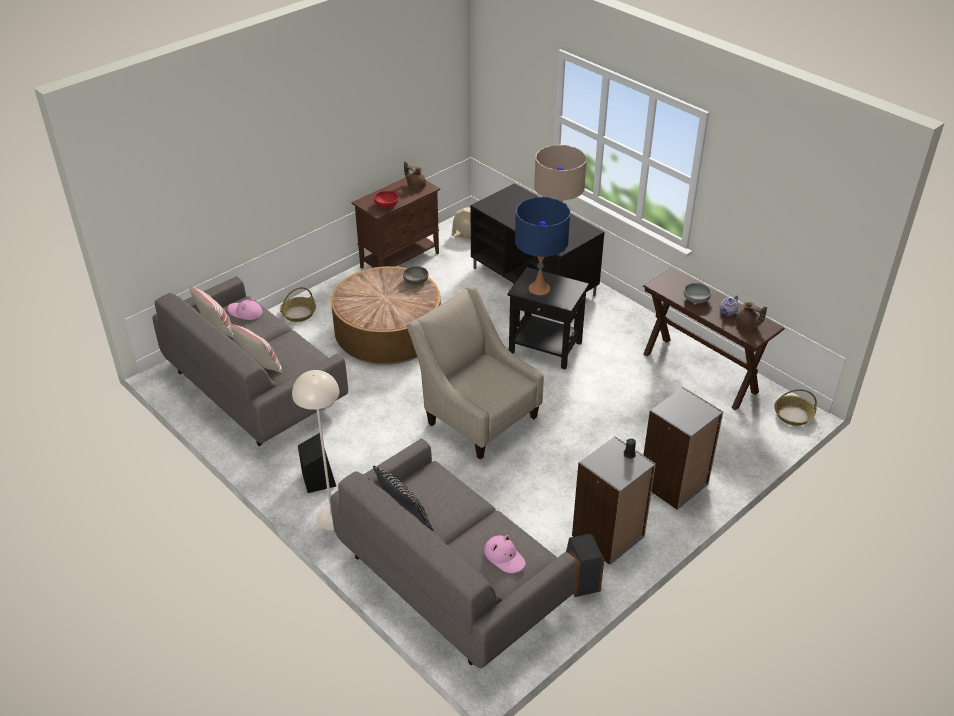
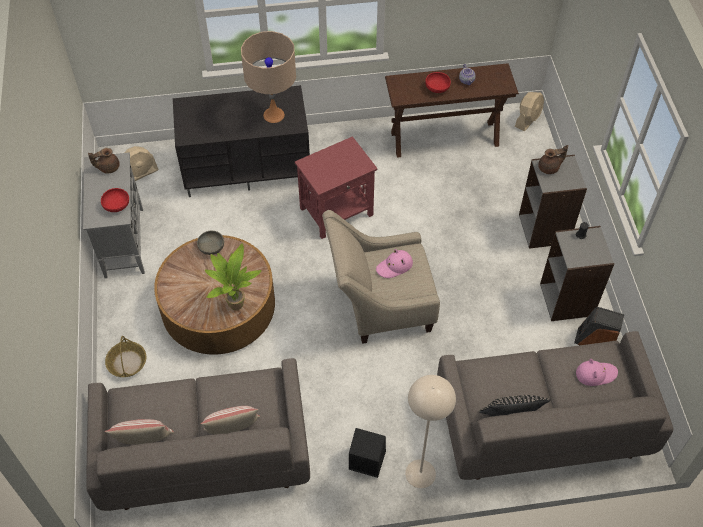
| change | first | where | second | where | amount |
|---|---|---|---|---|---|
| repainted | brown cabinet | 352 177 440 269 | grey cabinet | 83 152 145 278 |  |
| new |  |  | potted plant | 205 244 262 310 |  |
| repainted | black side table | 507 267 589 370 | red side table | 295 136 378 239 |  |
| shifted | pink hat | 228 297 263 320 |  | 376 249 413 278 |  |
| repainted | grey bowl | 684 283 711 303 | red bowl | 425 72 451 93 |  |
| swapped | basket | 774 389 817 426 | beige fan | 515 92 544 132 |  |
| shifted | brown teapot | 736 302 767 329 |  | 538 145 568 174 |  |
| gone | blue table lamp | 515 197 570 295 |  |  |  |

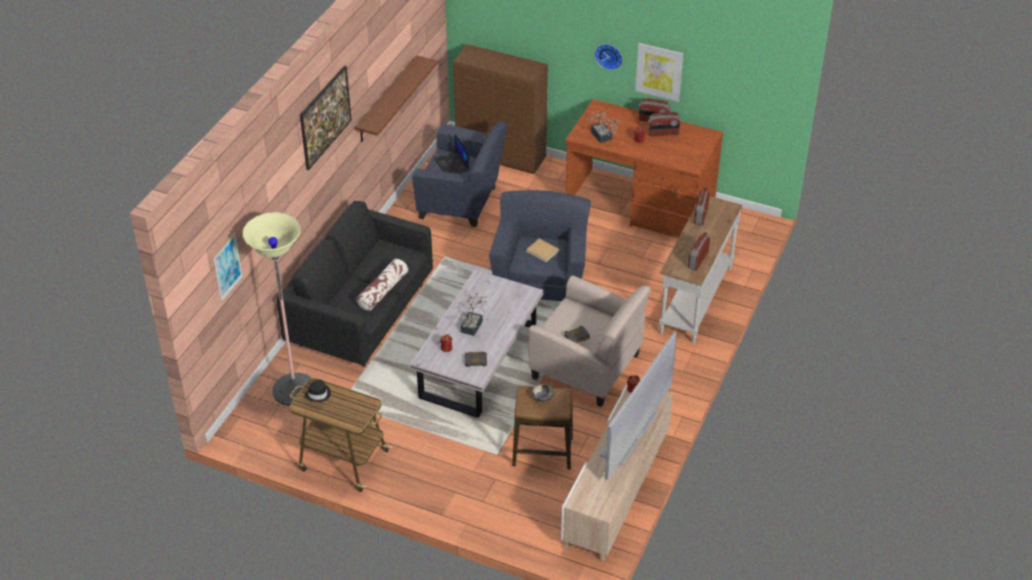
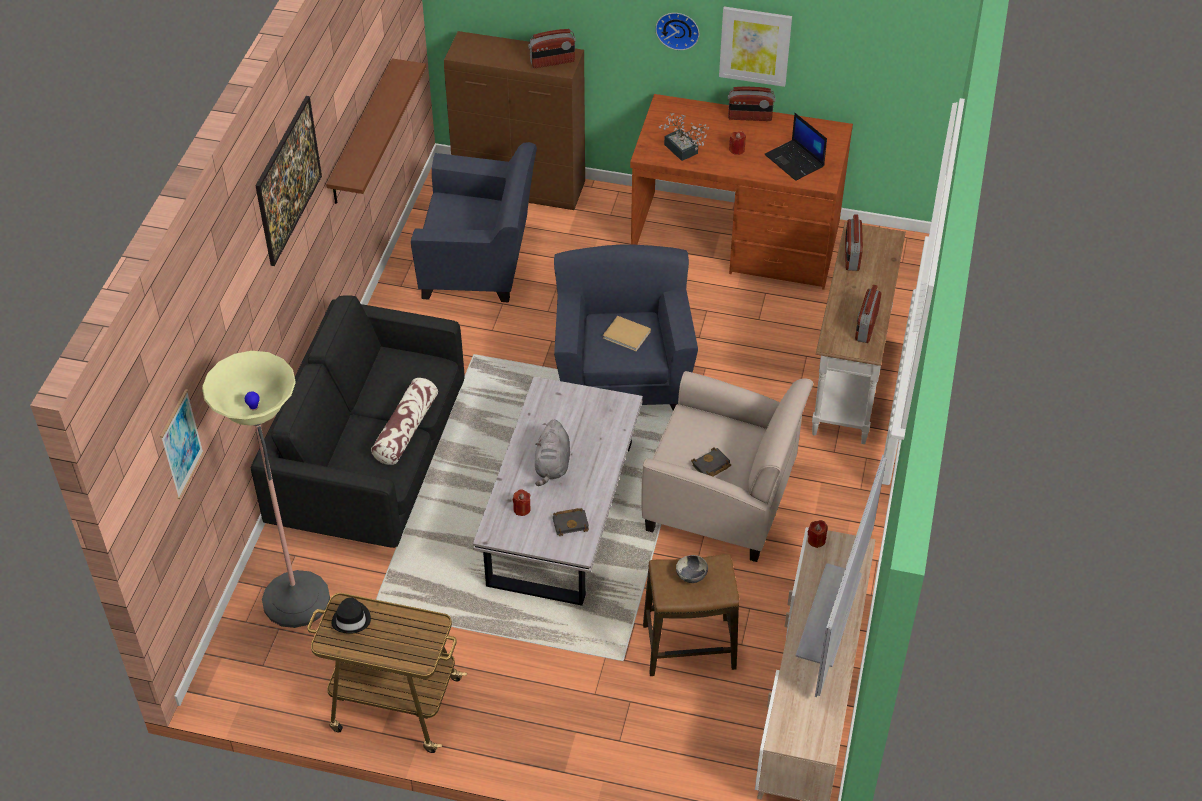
| change | first | where | second | where | amount |
|---|---|---|---|---|---|
| shifted | radio | 648 112 681 136 |  | 528 29 576 68 |  |
| swapped | potted plant | 459 293 487 336 | grey plush toy | 535 420 570 486 |  |
| shifted | laptop | 434 134 469 174 |  | 764 113 827 181 |  |

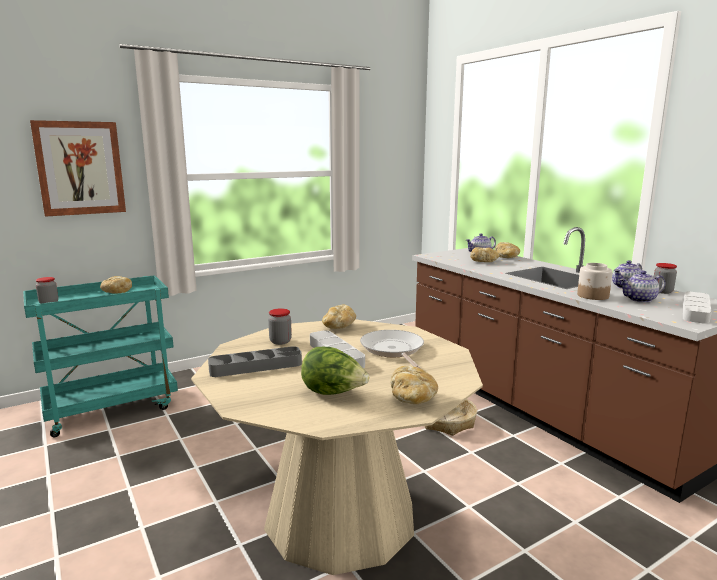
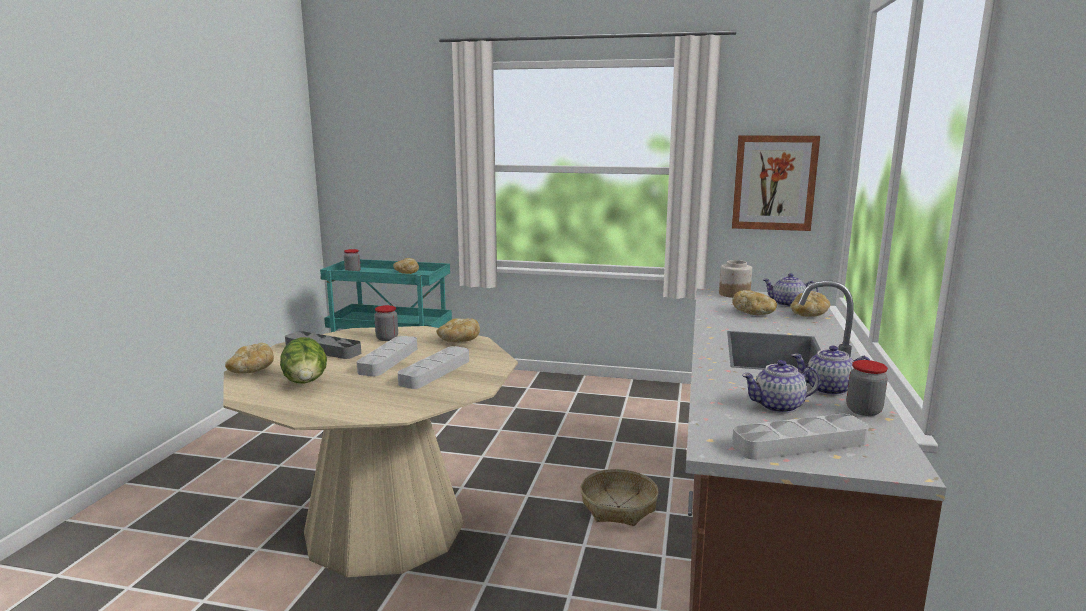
| change | first | where | second | where | amount |
|---|---|---|---|---|---|
| shifted | bread | 390 366 438 404 |  | 225 343 274 374 |  |
| swapped | frying pan | 360 330 424 369 | grey tray | 398 346 469 389 |  |
| shifted | jar | 577 263 613 300 |  | 719 260 752 298 |  |
| shifted | picture | 30 120 126 217 |  | 732 135 820 231 |  |
| rotated | teapot | 620 271 665 303 |  | 742 360 820 413 | 45 degrees counterclockwise |

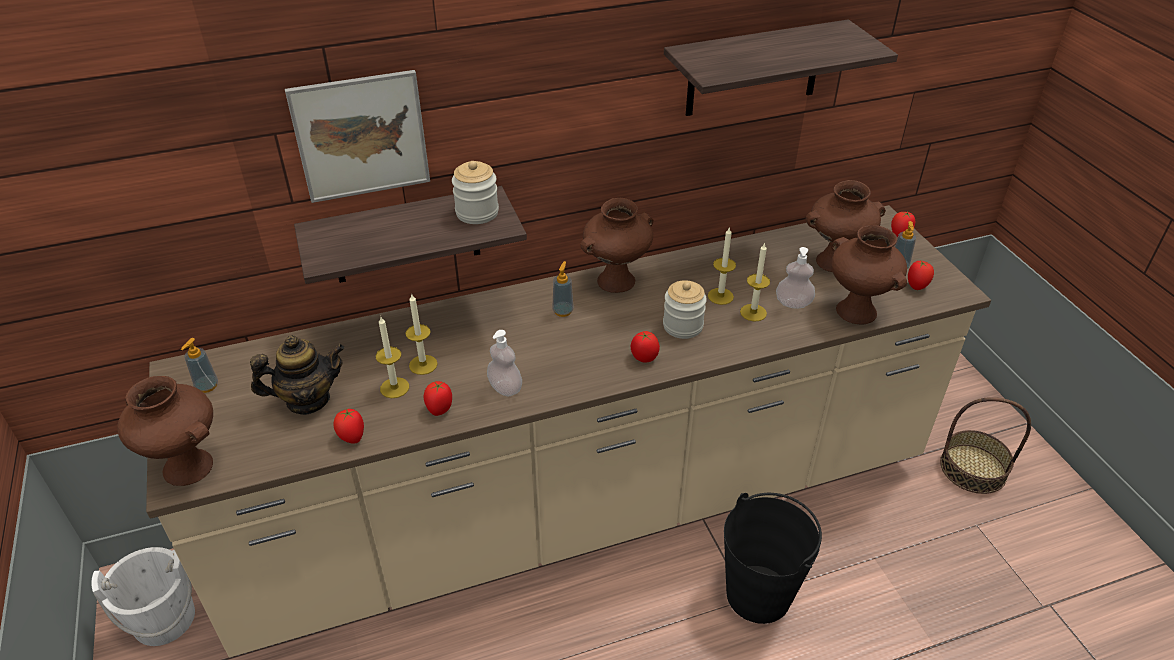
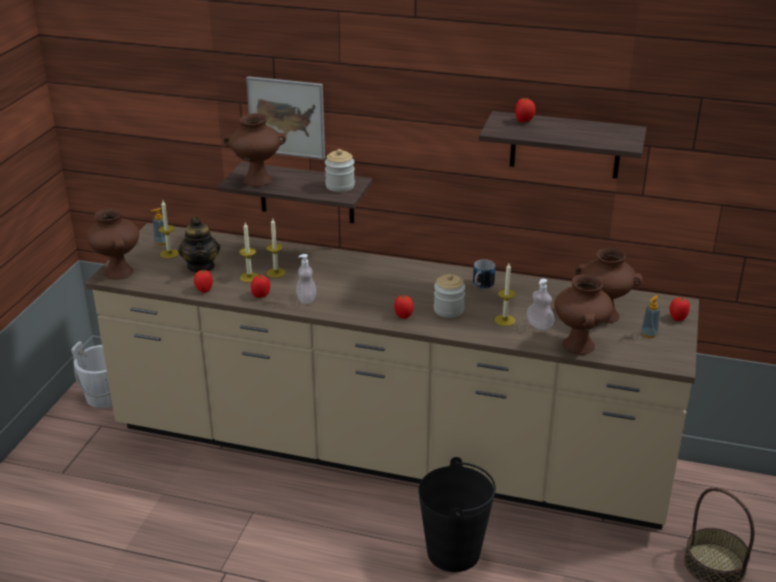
| change | first | where | second | where | amount |
|---|---|---|---|---|---|
| shifted | candle | 708 228 736 305 |  | 158 201 179 259 |  |
| rotated | teapot | 250 335 345 415 |  | 178 217 220 272 | 60 degrees clockwise |
| shifted | brown vase | 581 198 653 293 |  | 224 113 286 186 |  |
| new |  |  | mug | 473 259 495 289 |  |
| shifted | tomato | 908 261 934 290 |  | 515 98 536 122 |  |
| gone | soap dispenser | 552 261 574 317 |  |  |  |

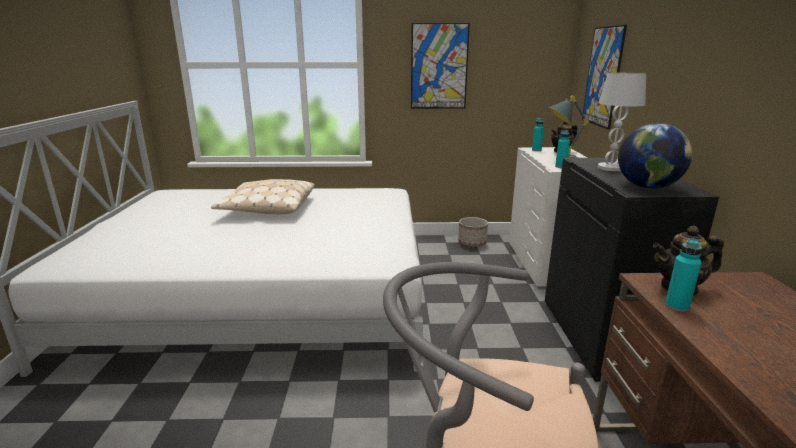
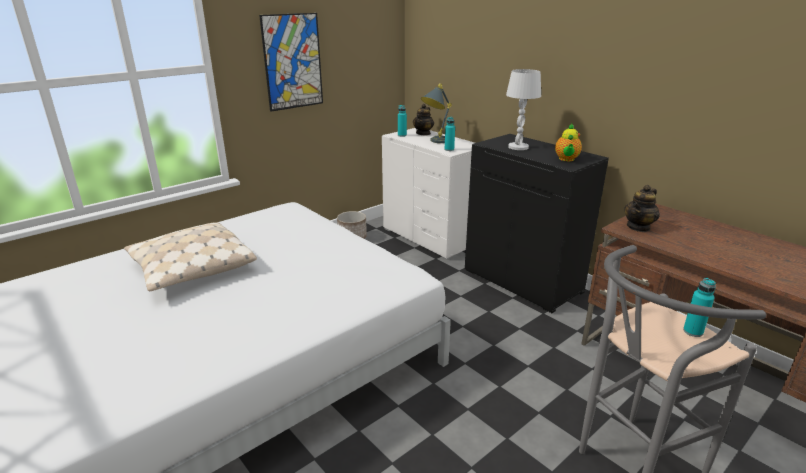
| change | first | where | second | where | amount |
|---|---|---|---|---|---|
| swapped | globe | 618 123 692 189 | teapot | 555 124 582 161 |  |
| shifted | turquoise bottle | 665 238 702 312 |  | 683 278 716 337 |  |
| gone | picture | 582 25 627 129 |  |  |  |

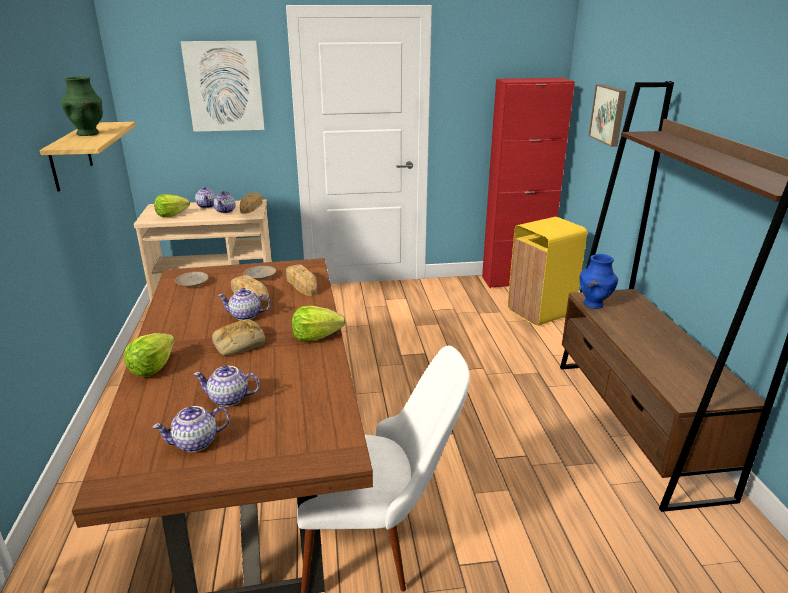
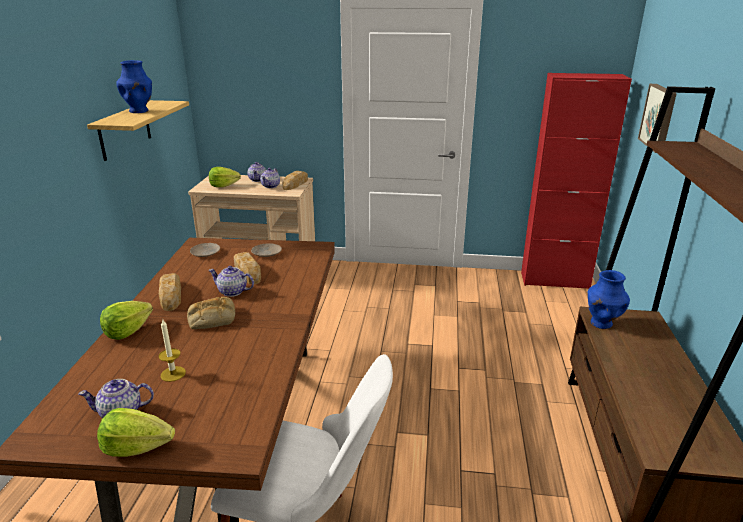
| change | first | where | second | where | amount |
|---|---|---|---|---|---|
| shifted | lettuce | 292 306 346 341 |  | 97 408 175 457 |  |
| repainted | green vase | 61 76 103 136 | blue vase | 117 60 152 113 |  |
| shifted | bread | 286 264 317 296 |  | 159 273 181 311 |  |
| swapped | teapot | 193 365 260 407 | candle | 159 318 186 382 |  |
| gone | picture | 181 41 265 132 |  |  |  |
| gone | yellow trash can | 508 217 587 326 |  |  |  |

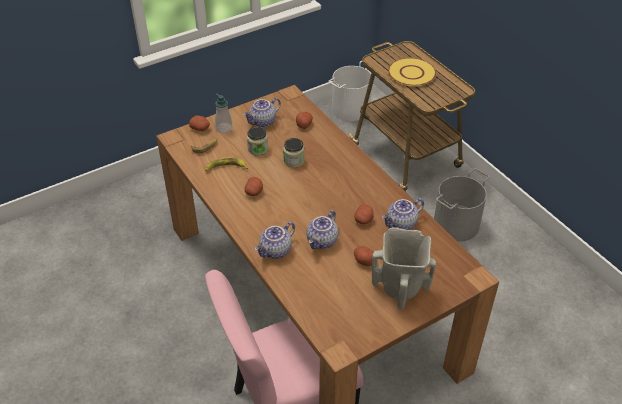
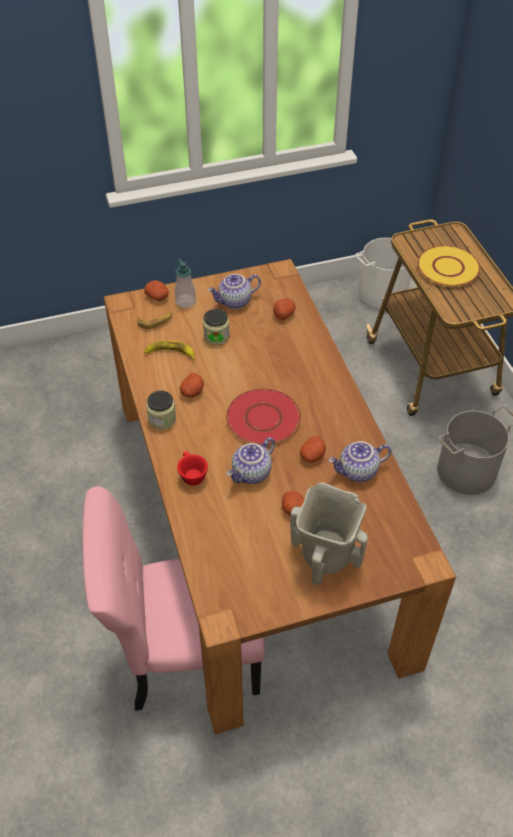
| change | first | where | second | where | amount |
|---|---|---|---|---|---|
| shifted | jar | 283 138 305 168 |  | 146 390 176 430 |  |
| swapped | teapot | 254 222 295 259 | red cup | 177 452 208 485 |  |
| new |  |  | red plate | 226 388 301 445 |  |

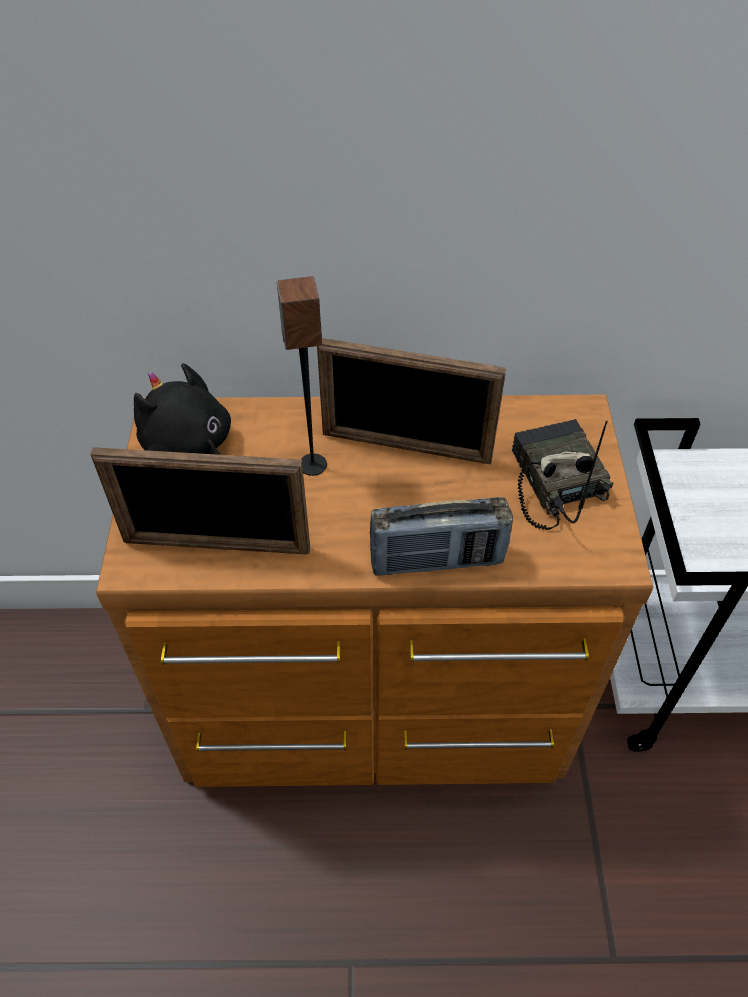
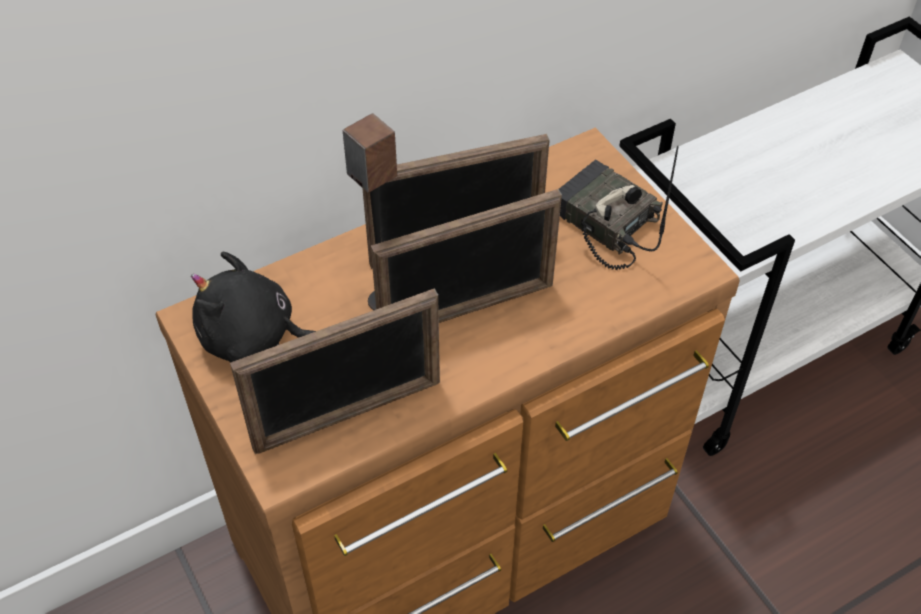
| change | first | where | second | where | amount |
|---|---|---|---|---|---|
| new |  |  | picture frame | 371 189 562 323 |  |
| gone | radio | 370 497 513 576 |  |  |  |

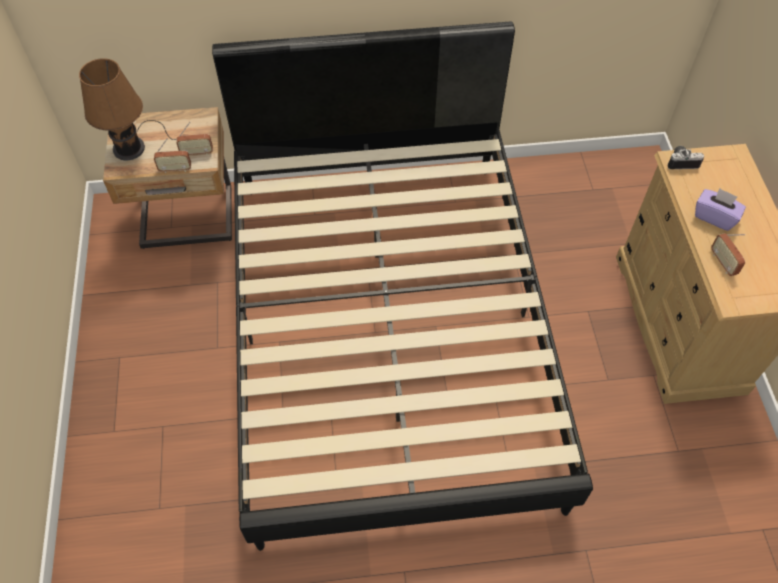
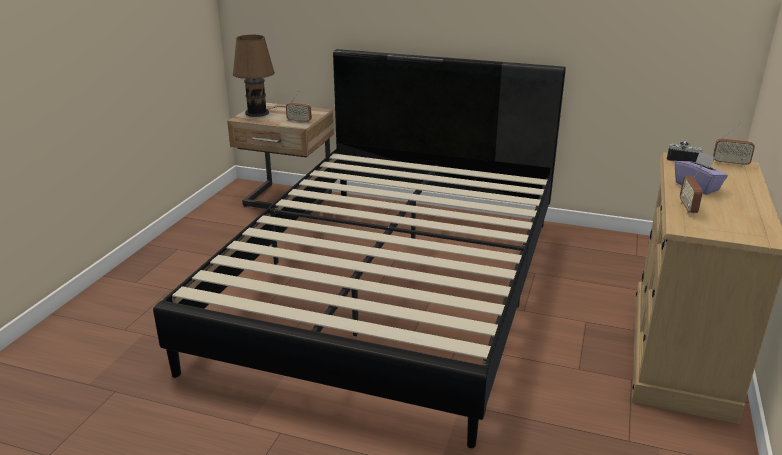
| change | first | where | second | where | amount |
|---|---|---|---|---|---|
| shifted | radio | 154 138 191 173 |  | 713 122 755 167 |  |

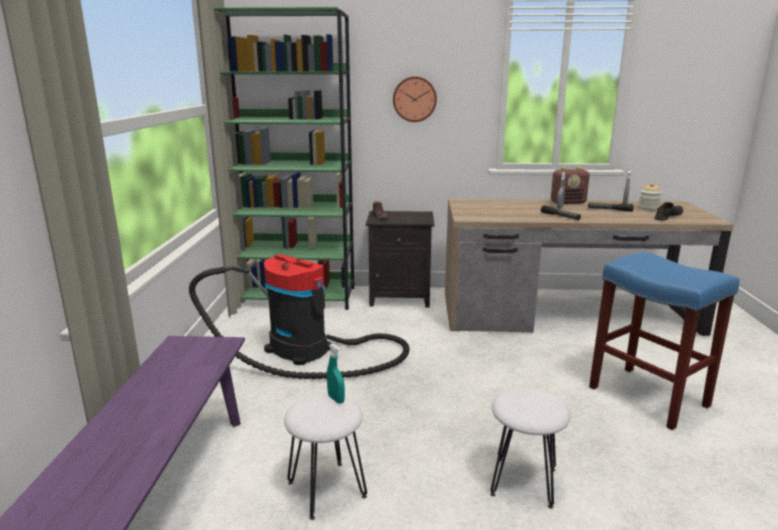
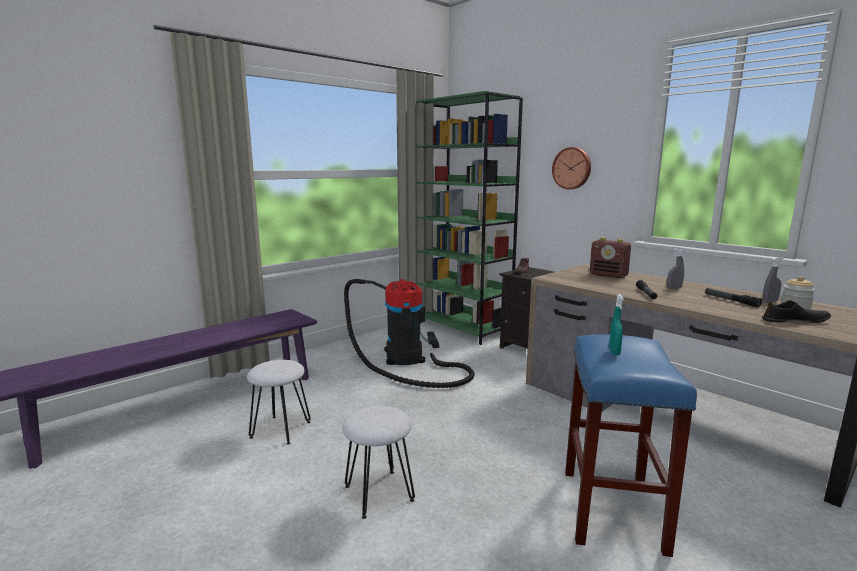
| change | first | where | second | where | amount |
|---|---|---|---|---|---|
| shifted | radio | 551 167 590 204 |  | 590 237 631 278 |  |
| shifted | turquoise spray bottle | 327 343 345 404 |  | 609 294 624 355 |  |

